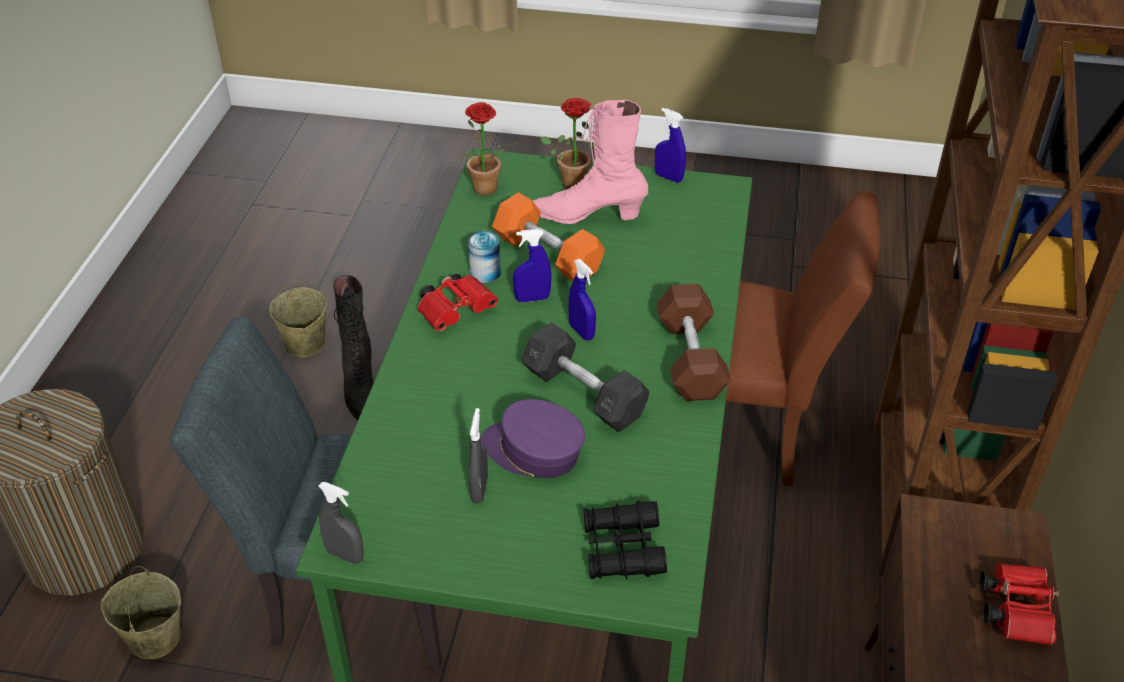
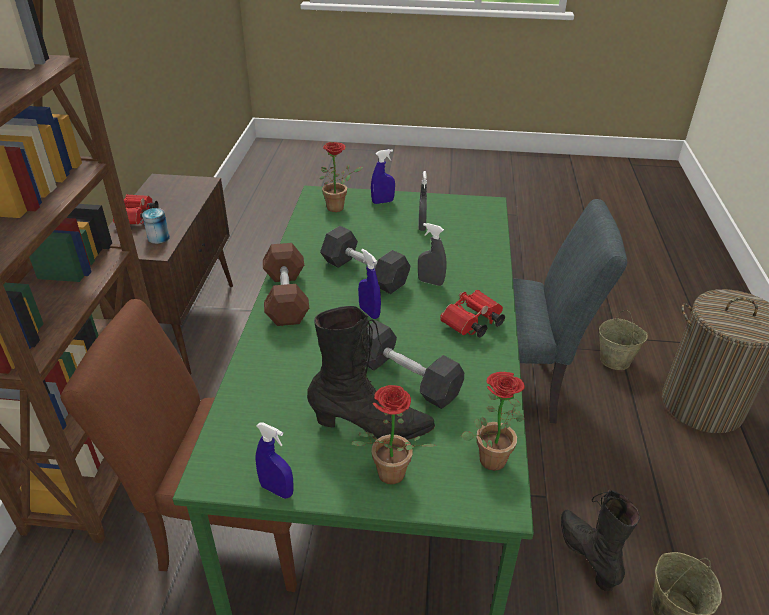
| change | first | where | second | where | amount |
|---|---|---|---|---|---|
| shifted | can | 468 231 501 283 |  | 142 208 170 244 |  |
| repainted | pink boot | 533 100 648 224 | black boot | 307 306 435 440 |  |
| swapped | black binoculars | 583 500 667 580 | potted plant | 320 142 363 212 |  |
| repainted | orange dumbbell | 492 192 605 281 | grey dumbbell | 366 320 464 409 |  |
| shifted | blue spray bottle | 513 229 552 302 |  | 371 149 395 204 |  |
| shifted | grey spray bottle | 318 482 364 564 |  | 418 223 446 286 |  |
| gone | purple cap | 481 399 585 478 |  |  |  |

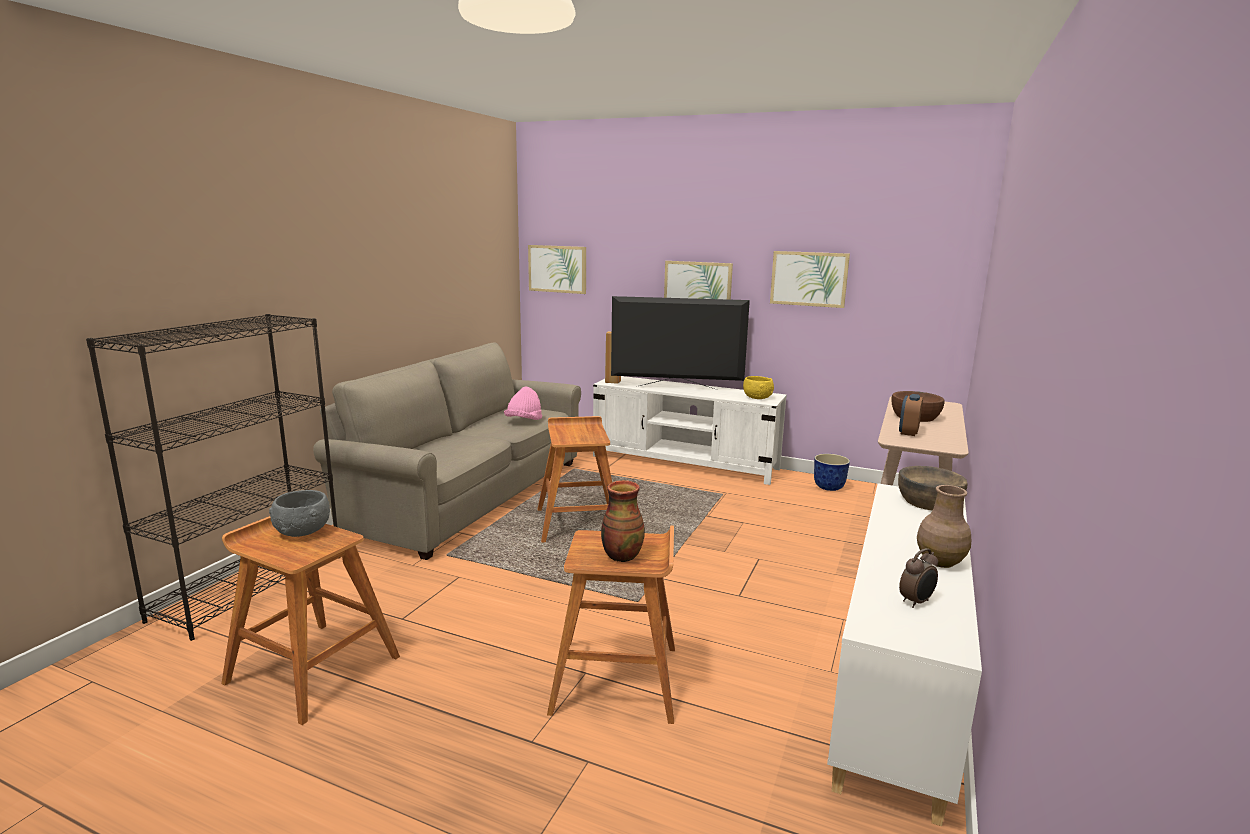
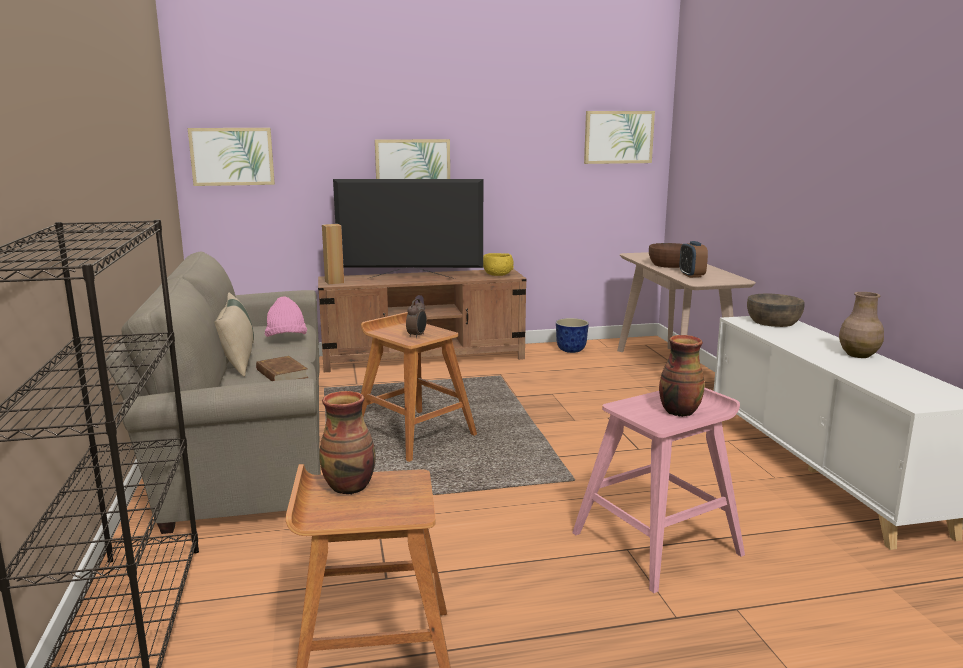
| change | first | where | second | where | amount |
|---|---|---|---|---|---|
| new |  |  | beige pillow | 214 292 254 377 |  |
| new |  |  | brown book | 256 356 309 381 |  |
| repainted | white tv stand | 593 376 787 485 | brown tv stand | 318 269 526 372 |  |
| swapped | grey bowl | 269 490 330 537 | vase | 320 391 376 494 |  |
| rotated | television | 611 296 750 390 |  | 333 179 483 279 | 150 degrees counterclockwise |
| shifted | alarm clock | 899 548 938 608 |  | 406 299 427 338 |  |
| repainted | brown stool | 547 526 675 724 | pink stool | 572 387 745 593 |  |
| shifted | picture | 770 251 850 308 |  | 584 111 655 164 |  |

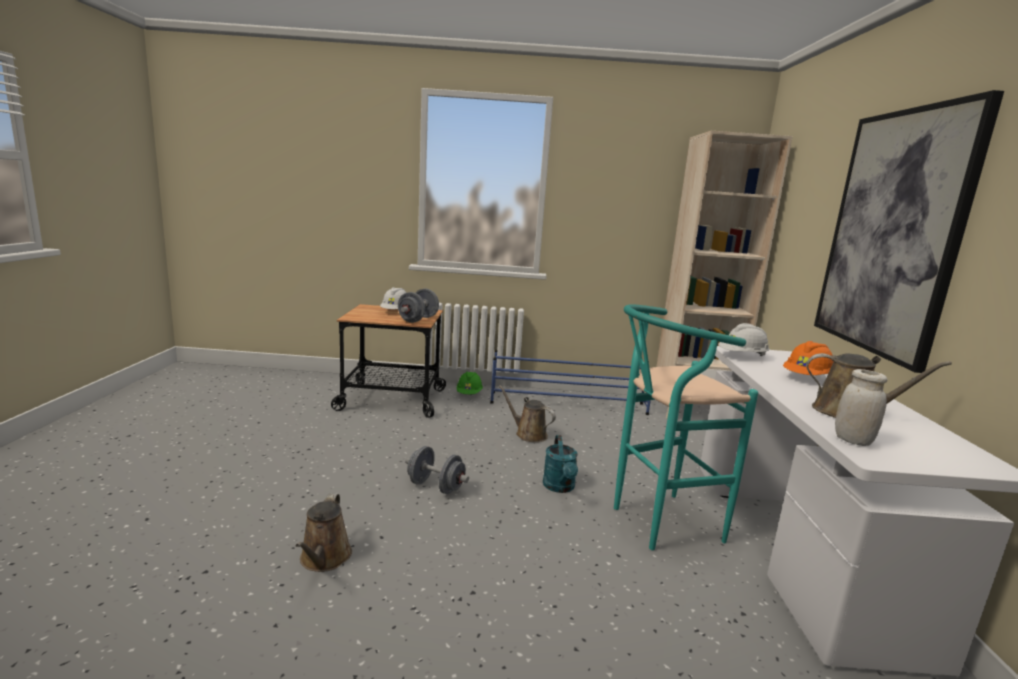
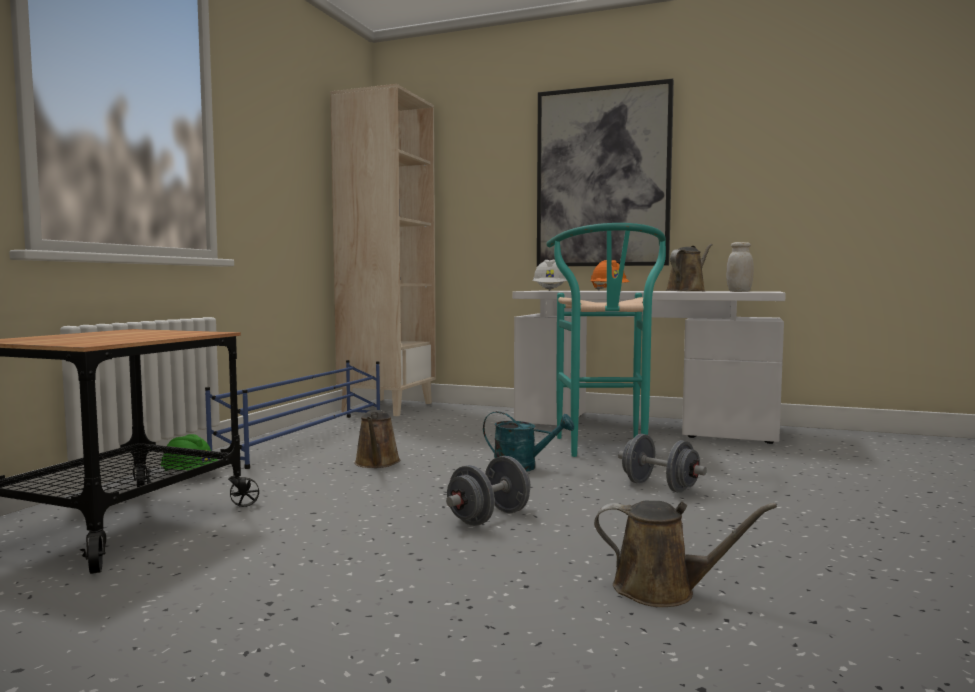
| change | first | where | second | where | amount |
|---|---|---|---|---|---|
| rotated | brown watering can | 499 385 556 442 |  | 354 410 400 468 | 60 degrees counterclockwise |
| shifted | grey dumbbell | 398 289 439 323 |  | 618 434 707 493 |  |
| gone | white hard hat | 380 287 407 309 |  |  |  |

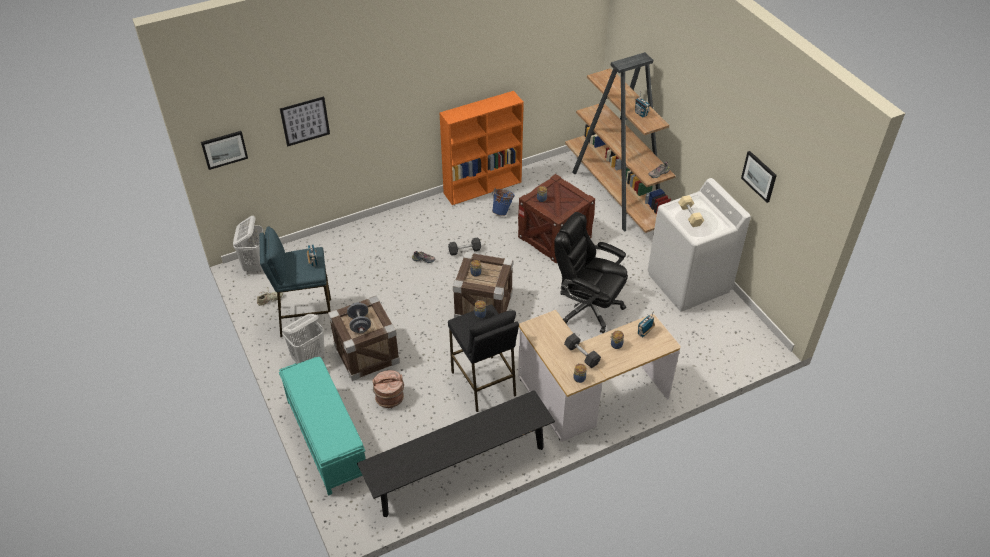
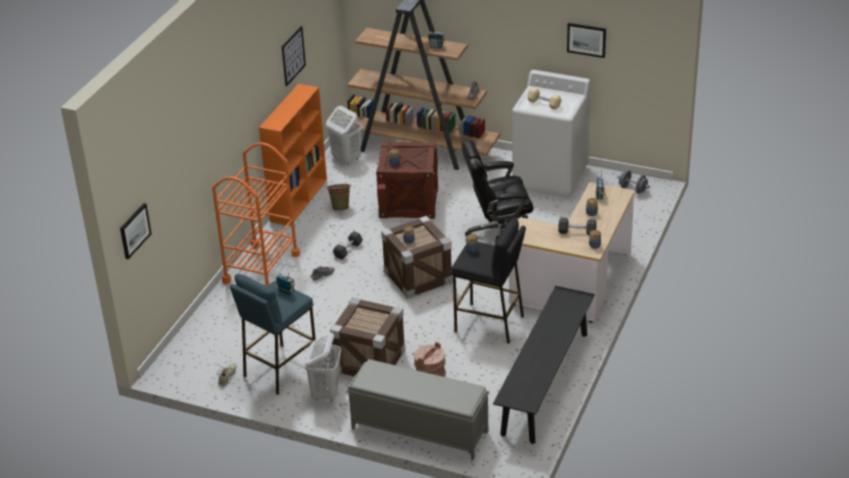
| change | first | where | second | where | amount |
|---|---|---|---|---|---|
| new |  |  | orange cart | 212 142 300 286 |  |
| shifted | picture | 280 96 330 147 |  | 282 26 306 87 |  |
| shifted | white laundry basket | 233 216 263 272 |  | 326 106 362 165 |  |
| repainted | blue bucket | 492 188 515 216 | green bucket | 326 184 351 211 |  |
| repainted | turquoise bench | 279 357 366 496 | grey bench | 347 359 489 460 |  |
| shifted | grey dumbbell | 347 302 371 333 |  | 617 170 650 194 |  |

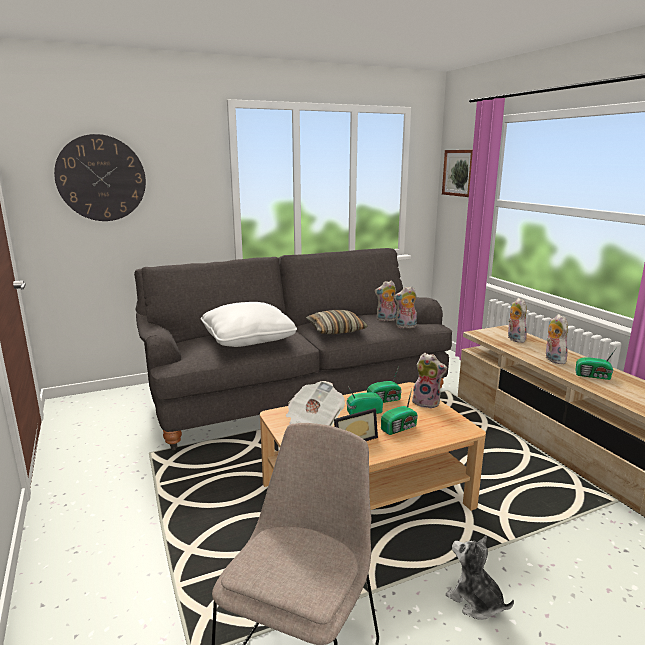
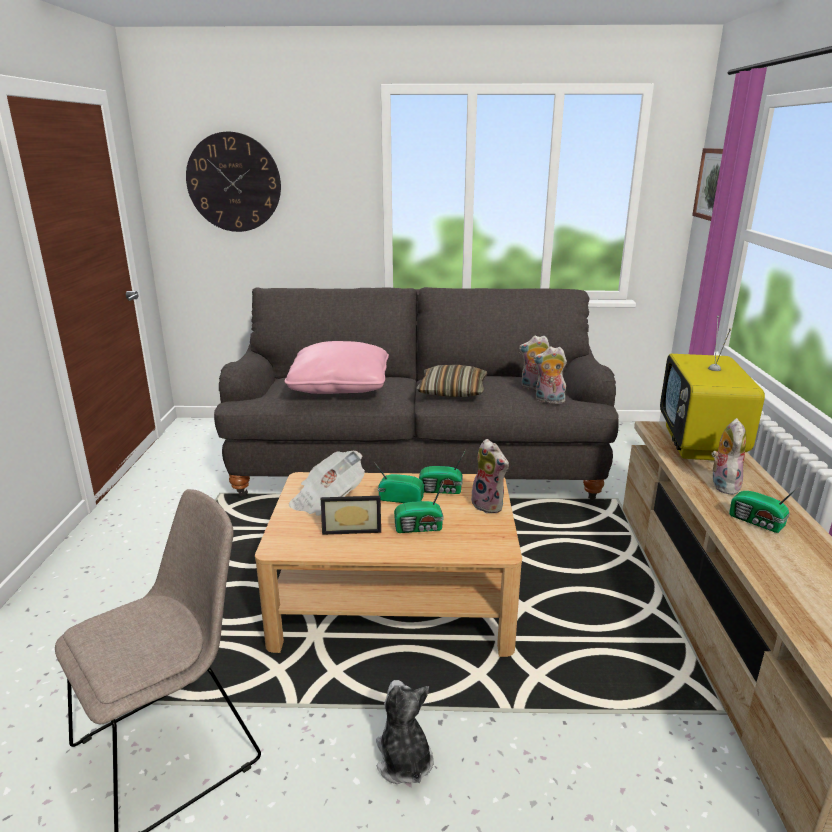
| change | first | where | second | where | amount |
|---|---|---|---|---|---|
| repainted | white pillow | 201 302 297 347 | pink pillow | 285 341 389 394 |  |
| swapped | plush toy | 508 298 527 343 | television | 660 316 765 461 |  |

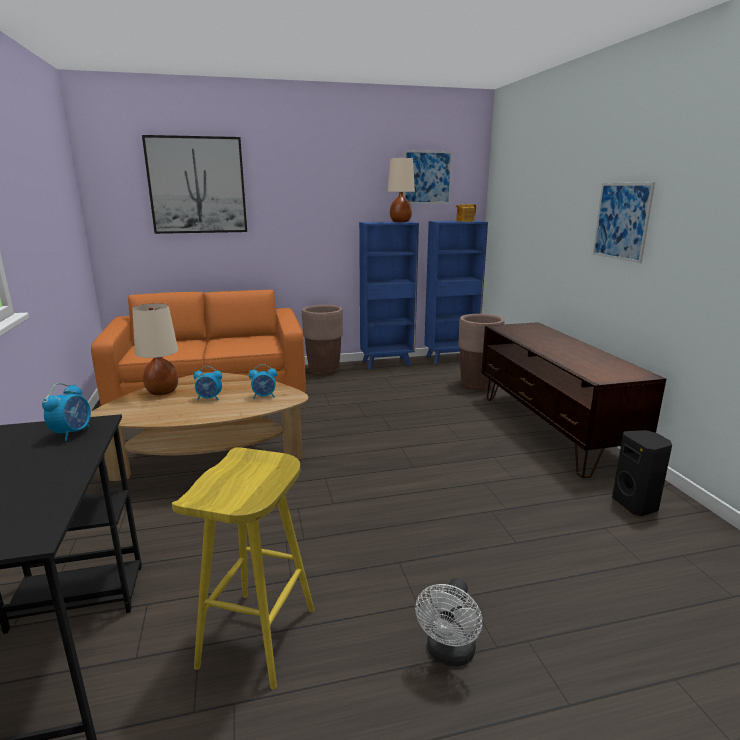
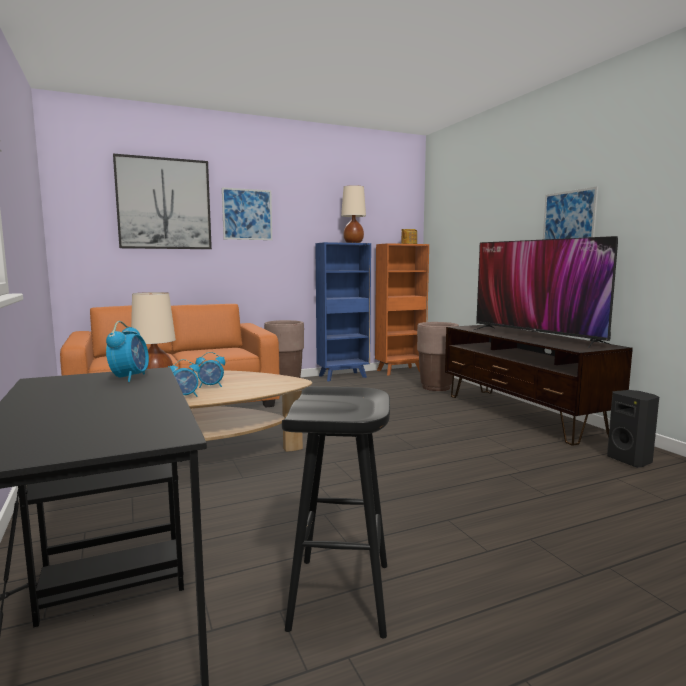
| change | first | where | second | where | amount |
|---|---|---|---|---|---|
| shifted | alarm clock | 249 364 277 399 |  | 168 359 200 397 |  |
| shifted | picture | 404 150 453 204 |  | 222 188 272 240 |  |
| repainted | yellow stool | 172 447 314 689 | black stool | 282 386 390 639 |  |
| repainted | blue bookcase | 424 220 488 364 | orange bookcase | 375 243 429 376 |  |
| new |  |  | television | 472 236 618 348 |  |
| gone | white fan | 415 578 482 667 |  |  |  |

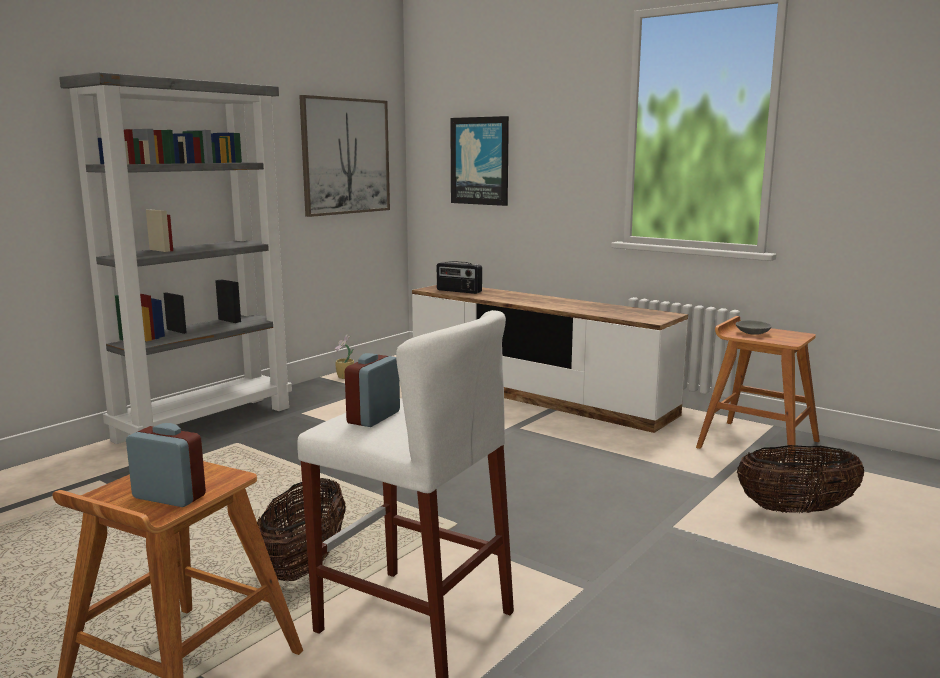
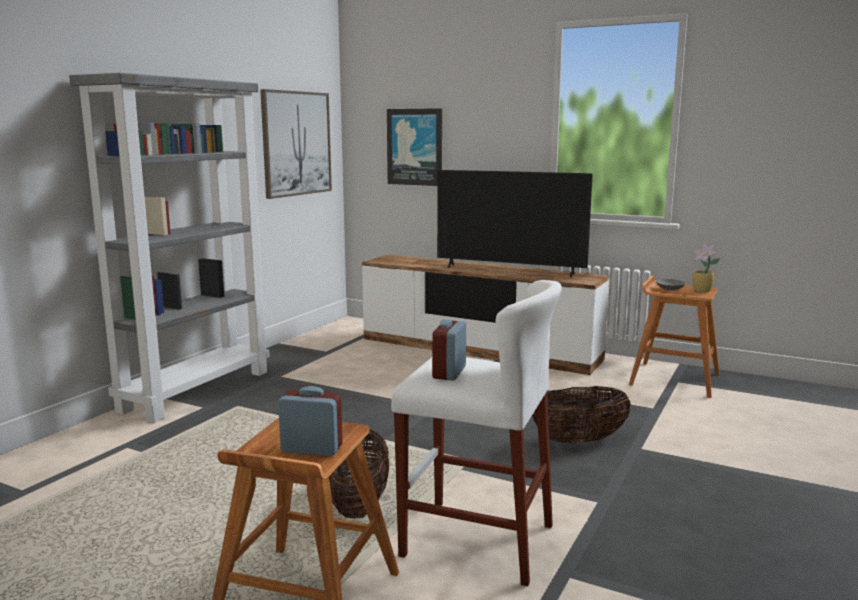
| change | first | where | second | where | amount |
|---|---|---|---|---|---|
| new |  |  | television | 437 170 593 277 |  |
| shifted | basket | 737 445 864 513 |  | 532 386 631 444 |  |
| shifted | potted plant | 334 334 354 379 |  | 692 243 720 292 |  |
| gone | radio | 437 261 482 294 |  |  |  |

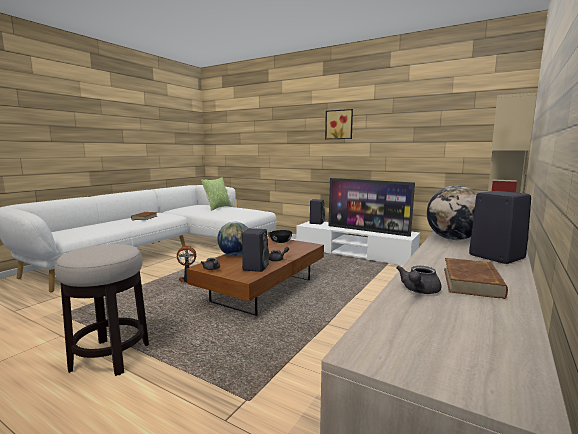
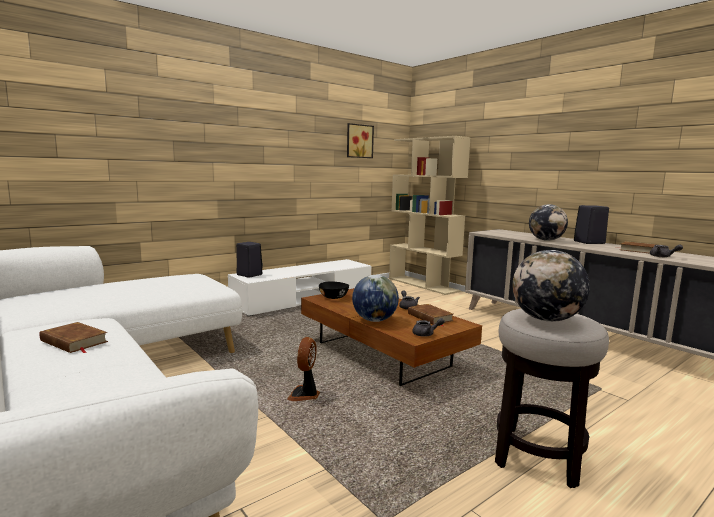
| change | first | where | second | where | amount |
|---|---|---|---|---|---|
| shifted | picture | 325 109 353 139 |  | 347 123 374 158 |  |
| swapped | black speaker | 242 228 269 272 | brown book | 408 304 453 326 |  |
| new |  |  | globe | 512 250 590 322 |  |
| gone | pillow | 201 177 232 211 |  |  |  |
| gone | television | 328 178 415 237 |  |  |  |

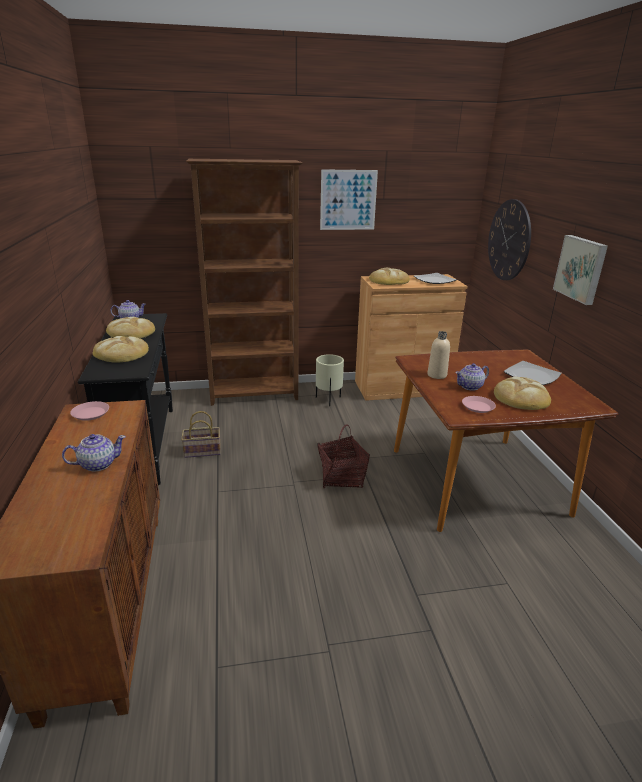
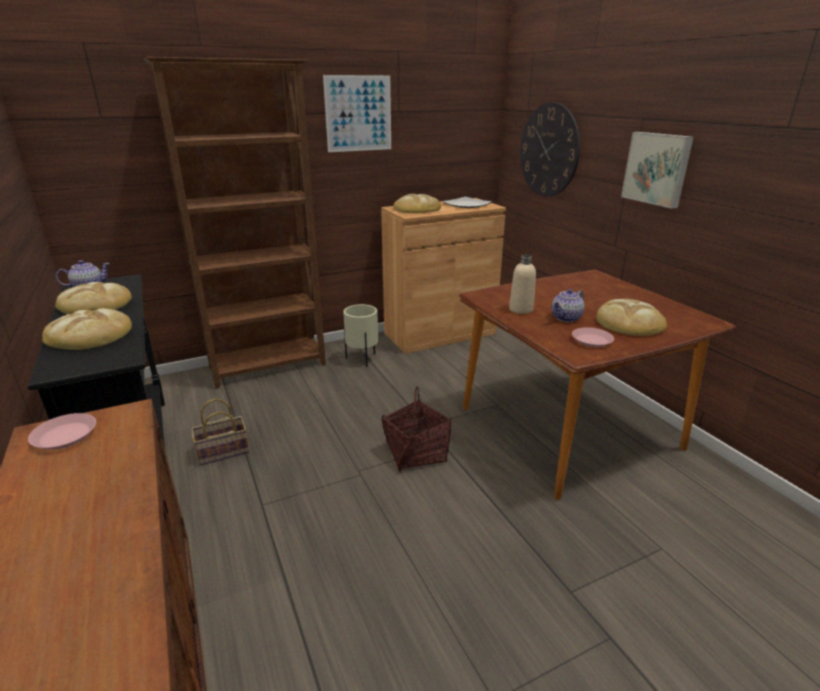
| change | first | where | second | where | amount |
|---|---|---|---|---|---|
| gone | teapot | 62 434 126 472 |  |  |  |
| gone | plate | 504 361 562 385 |  |  |  |

